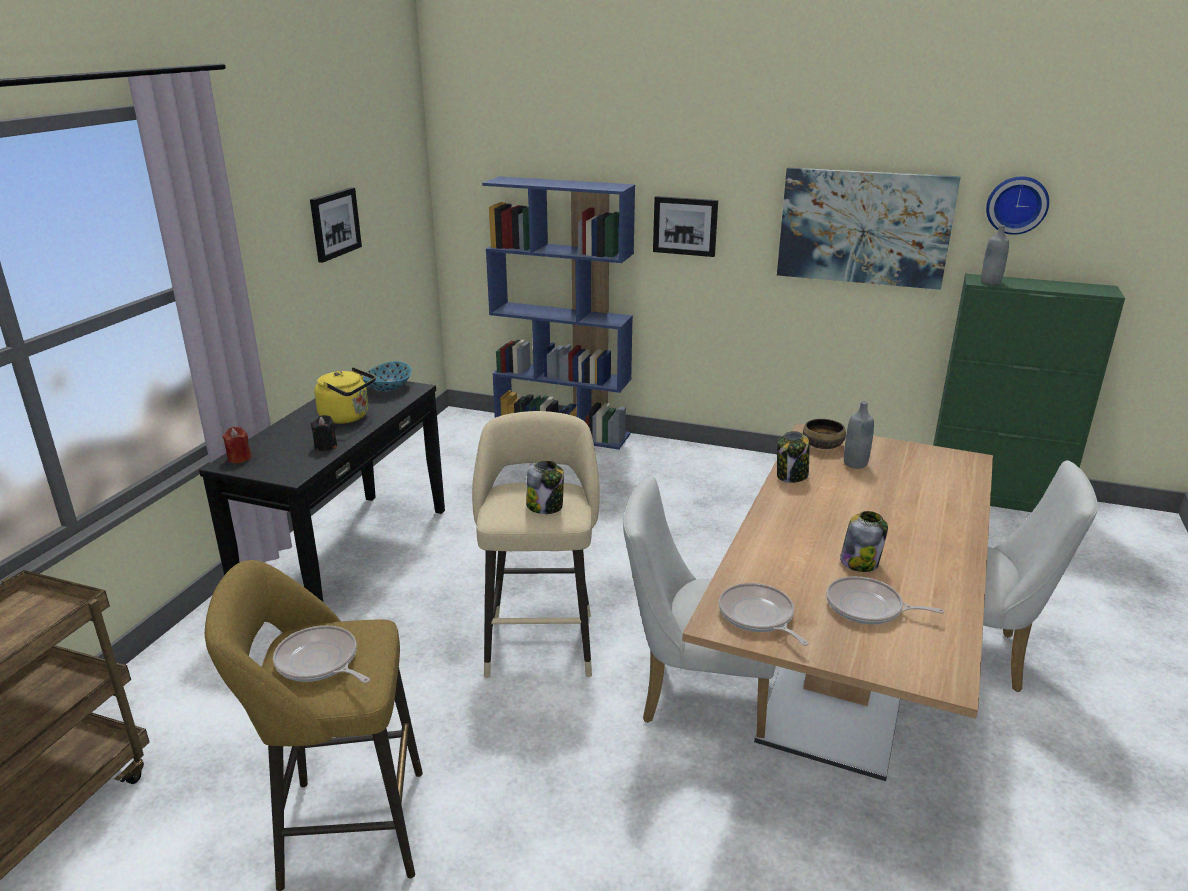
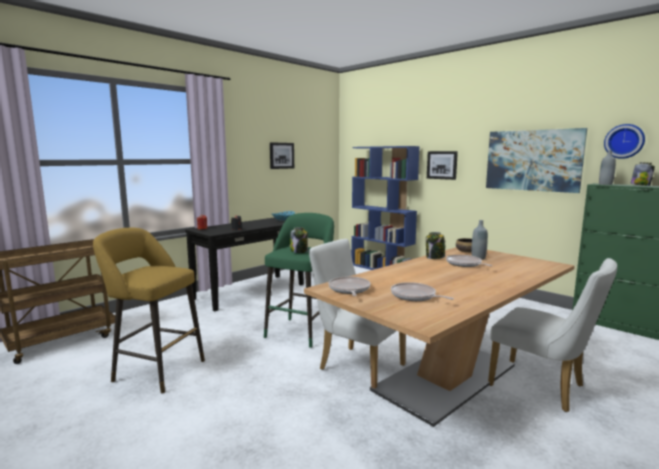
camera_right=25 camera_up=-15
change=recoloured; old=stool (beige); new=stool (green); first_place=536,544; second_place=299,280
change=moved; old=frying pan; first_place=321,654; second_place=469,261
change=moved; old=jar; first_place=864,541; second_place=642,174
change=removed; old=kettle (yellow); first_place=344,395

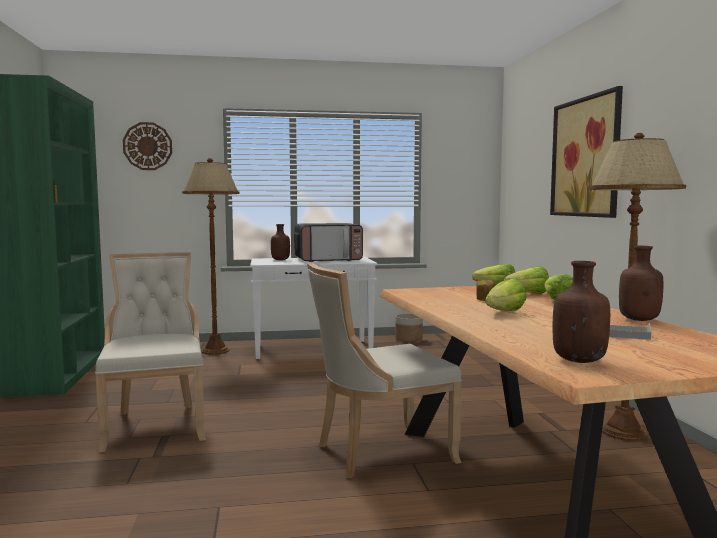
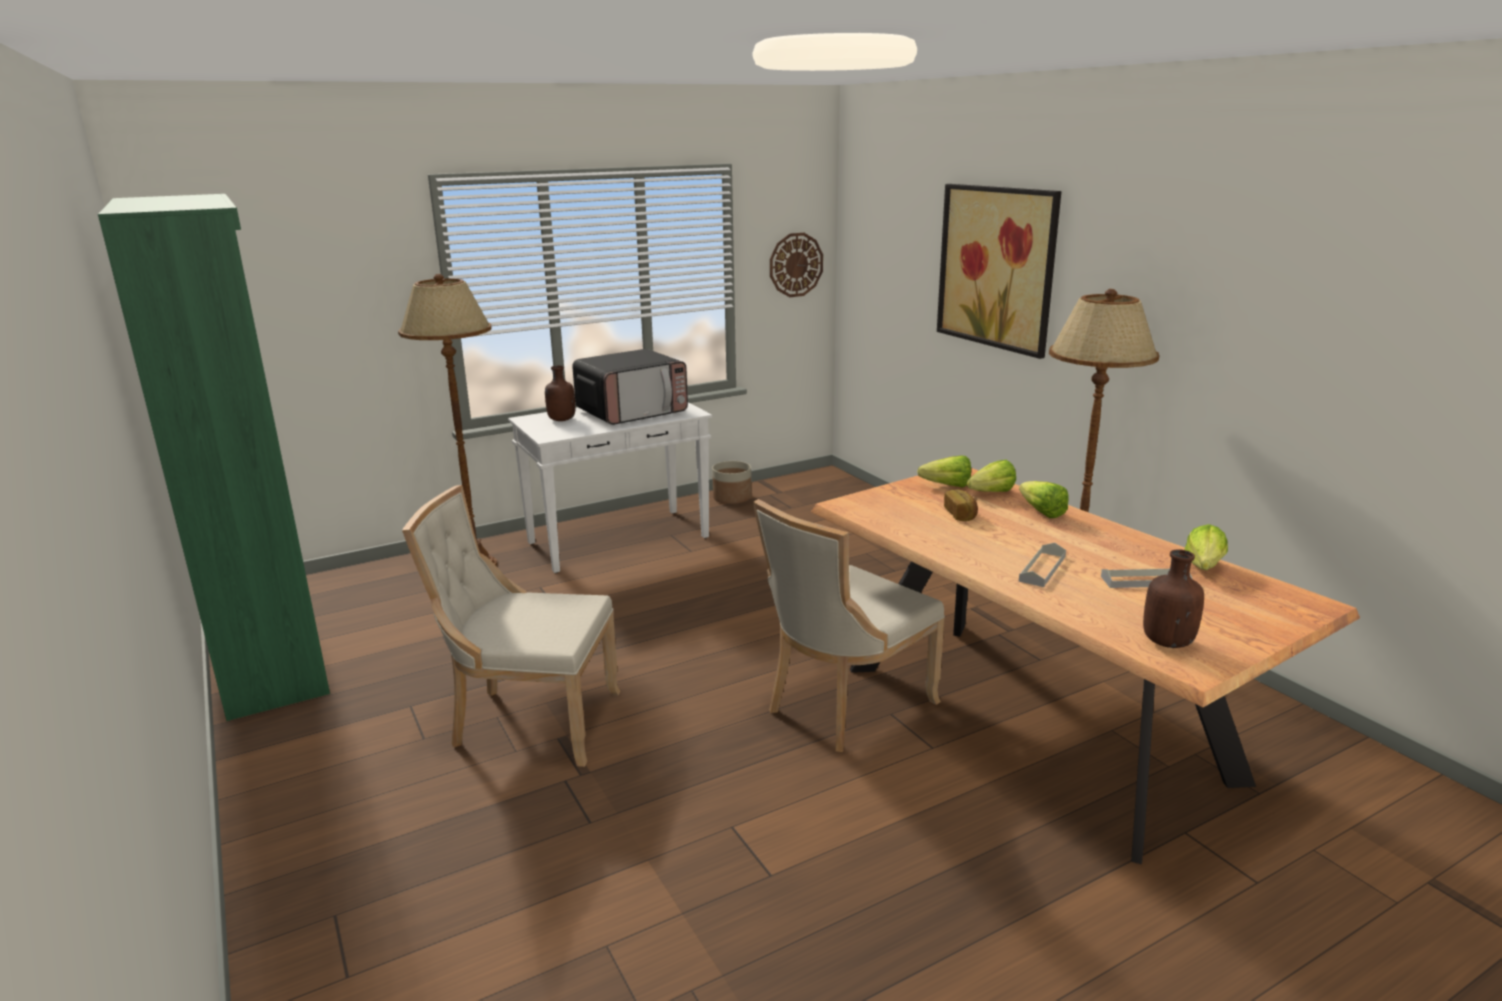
camera_right=-20 camera_up=15
change=turned; old=chair (beige); first_place=150,352; second_place=511,626; degrees=-45
change=moved; old=wall clock; first_place=147,146; second_place=796,265
change=added; new=tray (grey); second_place=1042,565
change=moved; old=lettuce; first_place=505,294; second_place=1206,547
change=removed; old=bottle (brown); first_place=641,283

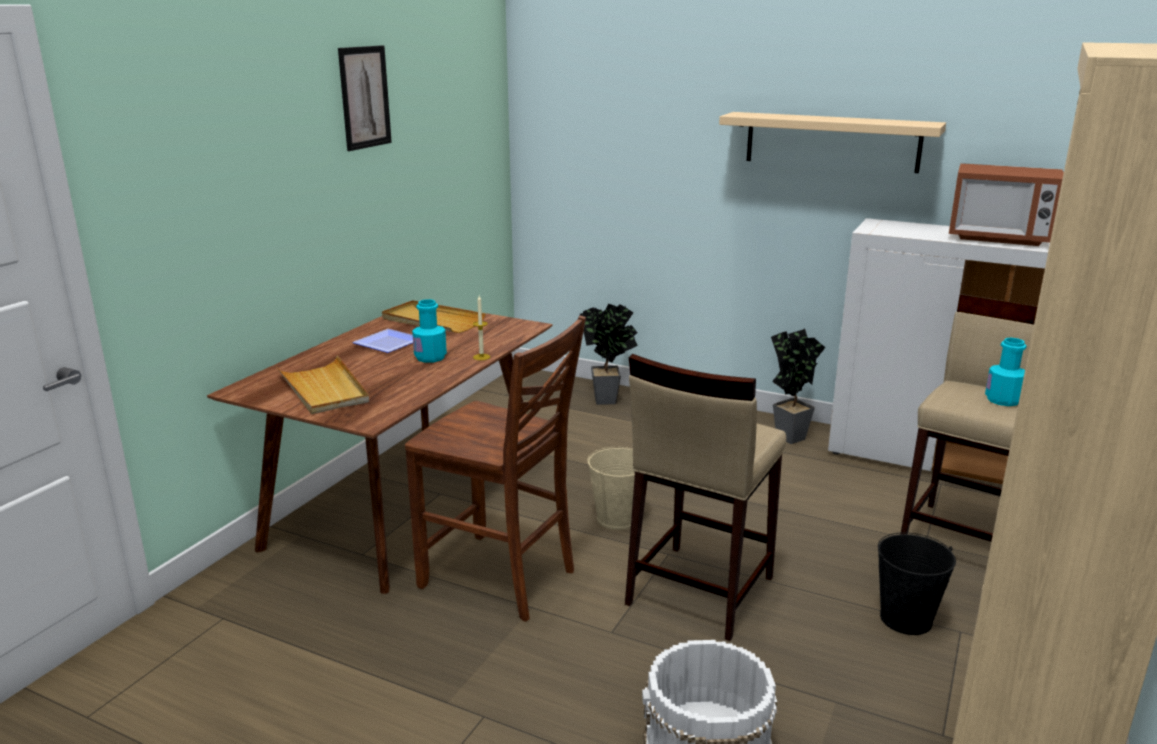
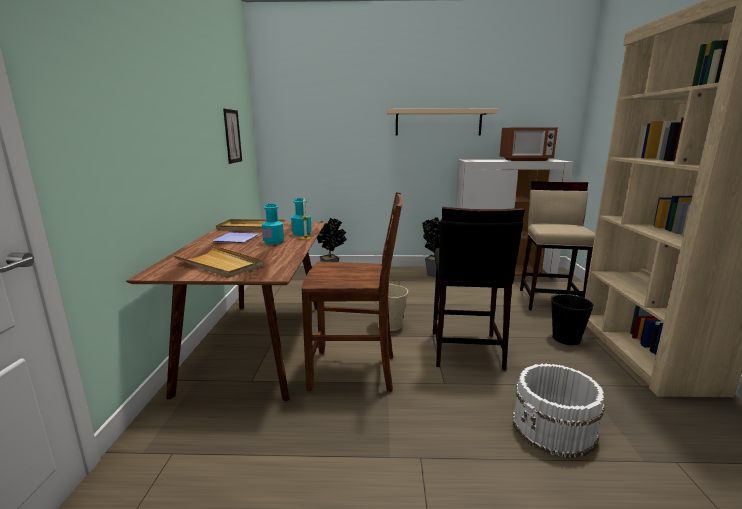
camera_right=-25 camera_up=-5
change=moved; old=picture; first_place=365,98; second_place=232,136
change=moved; old=bottle (turquoise); first_place=1006,372; second_place=301,217
change=recoloured; old=stool (beige); new=stool (black); first_place=705,497; second_place=479,288

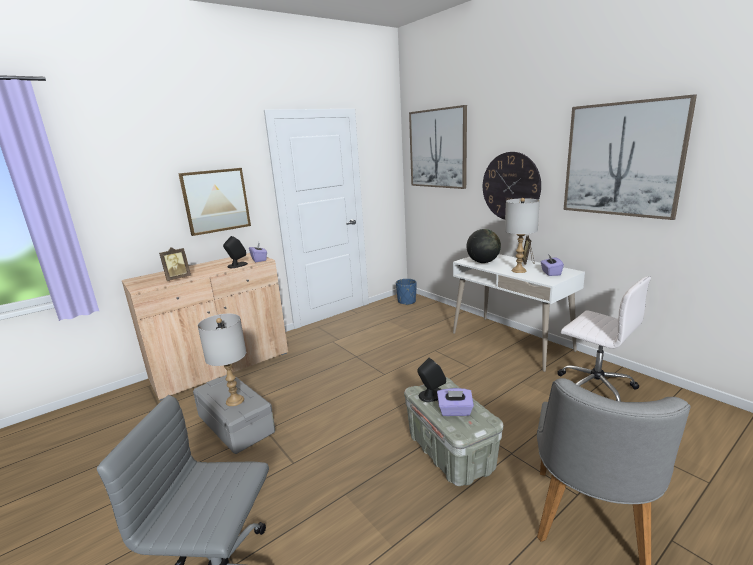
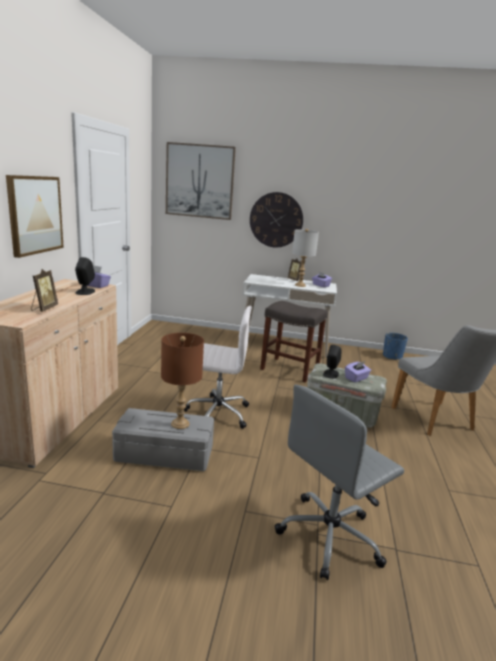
camera_right=-45 camera_up=0
change=recoloured; old=table lamp (grey); new=table lamp (brown); first_place=222,359; second_place=182,381
change=moved; old=office chair (white); first_place=604,339; second_place=218,367
change=added; new=stool (grey); second_place=294,341
change=moved; old=planter (blue); first_place=406,292; second_place=395,346
change=removed; old=globe; first_place=483,246
change=removed; old=picture; first_place=630,157

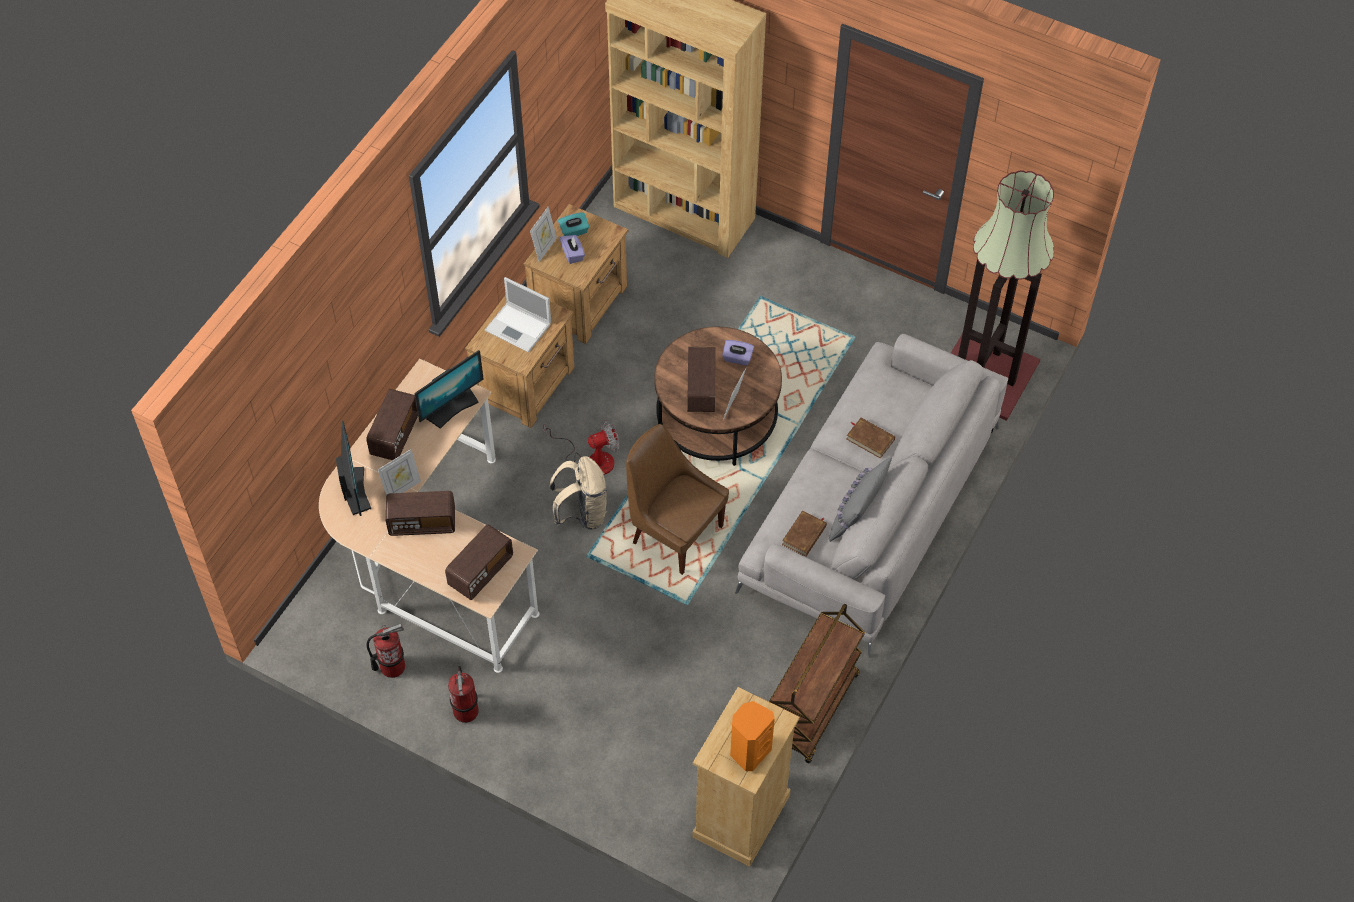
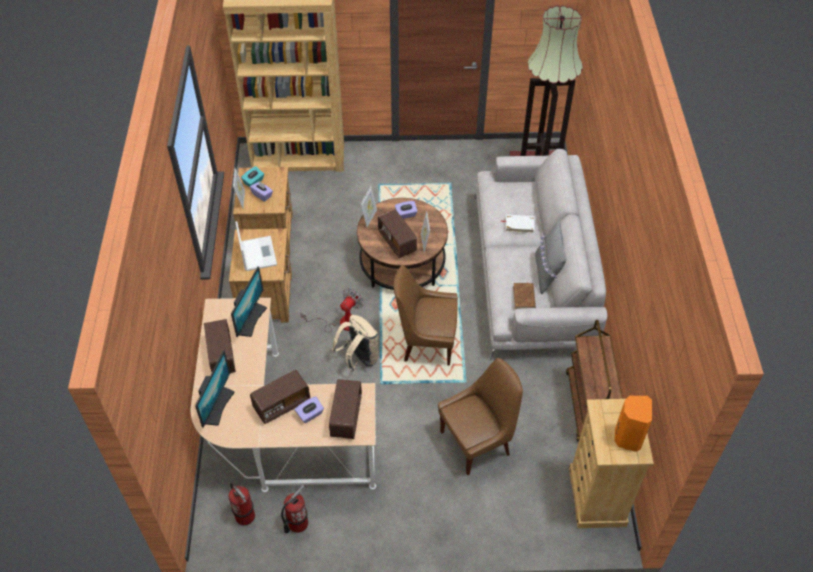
camera_right=-30 camera_up=-5
change=turned; old=monitor; first_place=353,468; second_place=215,389; degrees=60
change=moved; old=fire extinguisher; first_place=463,694; second_place=242,504
change=turned; old=laptop; first_place=518,314; second_place=256,246; degrees=-105
change=added; new=tissue box (purple); second_place=309,409
change=moved; old=picture frame; first_place=399,472; second_place=369,207
change=added; new=chair (brown); second_place=480,417
change=recoloured; old=book (brown); new=book (white); first_place=870,438; second_place=517,224

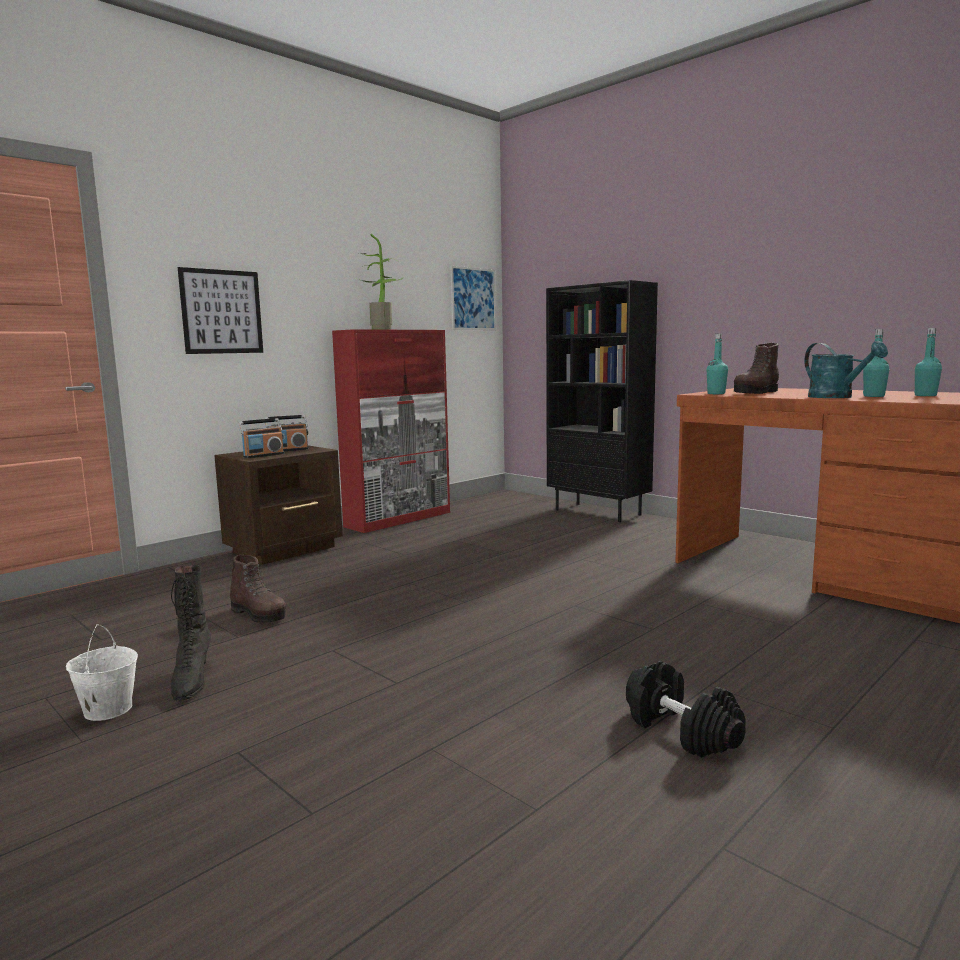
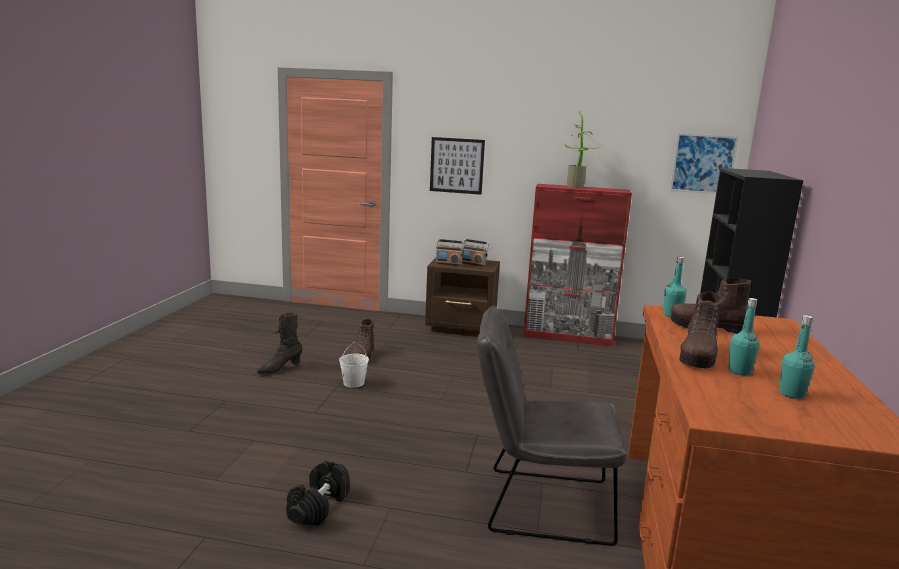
camera_right=55 camera_up=5
change=moved; old=bucket (white); first_place=102,672; second_place=354,365
change=added; new=chair (grey); second_place=552,425
change=replaced; old=watering can (turquoise); new=boot (brown); first_place=846,369; second_place=701,330

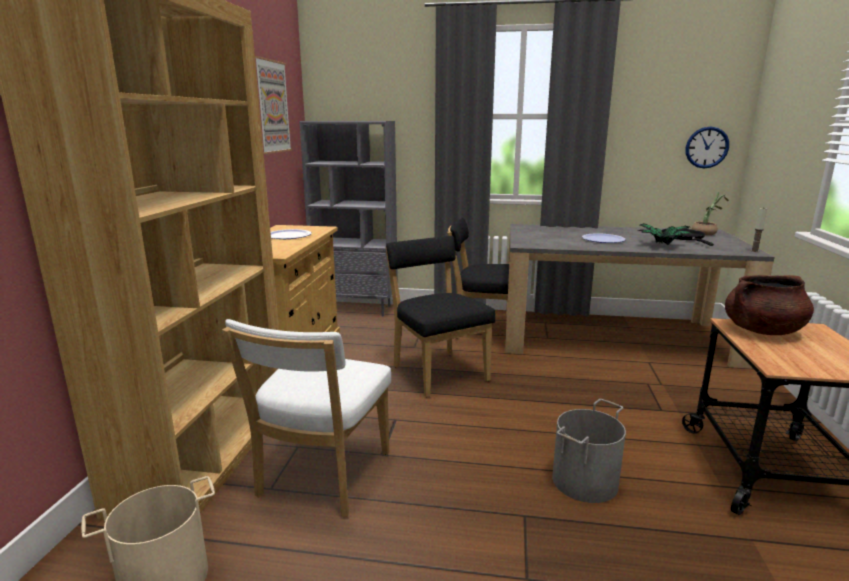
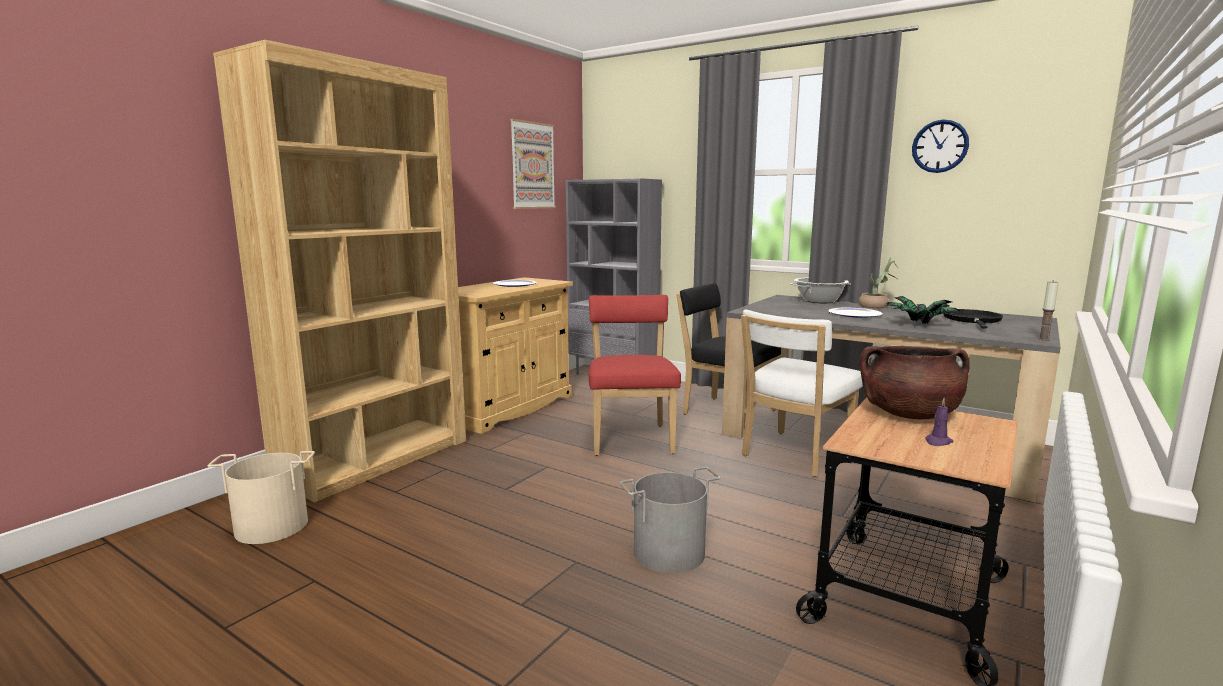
camera_right=25 camera_up=-5
change=recoloured; old=chair (black); new=chair (red); first_place=440,316; second_place=635,375
change=moved; old=chair (white); first_place=306,418; second_place=802,393
change=added; new=cooking pot; second_place=820,290
change=moved; old=potted plant; first_place=710,213; second_place=878,283
change=moved; old=wall clock; first_place=707,147; second_place=940,146
change=added; new=candle (purple); second_place=939,422

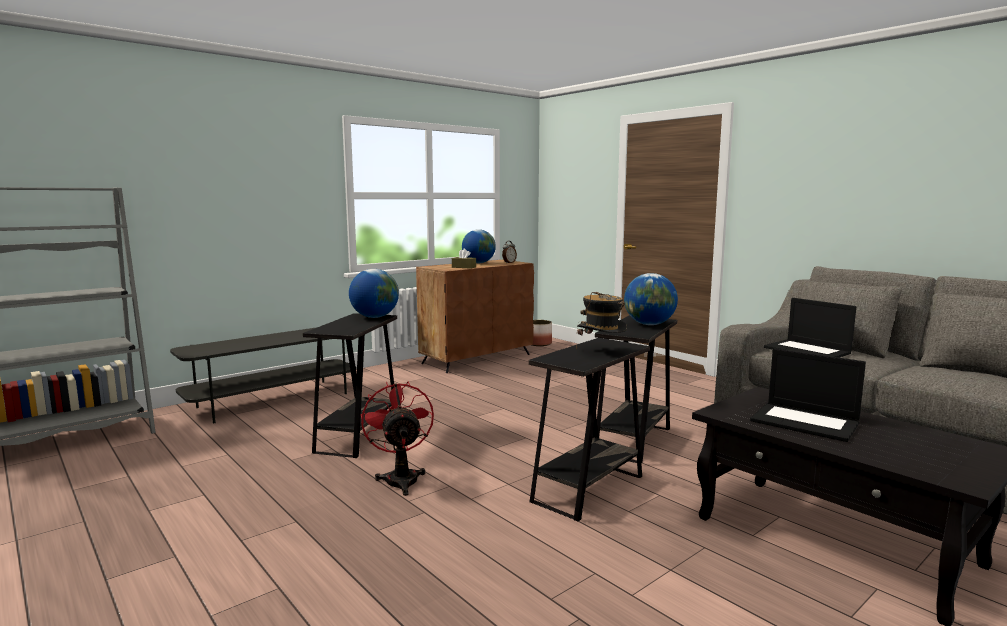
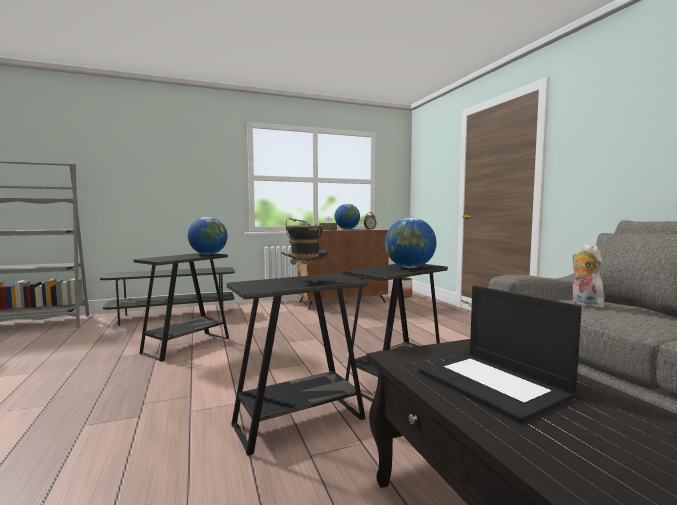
camera_right=20 camera_up=-5
change=replaced; old=laptop; new=plush toy; first_place=810,328; second_place=588,276
change=removed; old=fan (red); first_place=397,439

